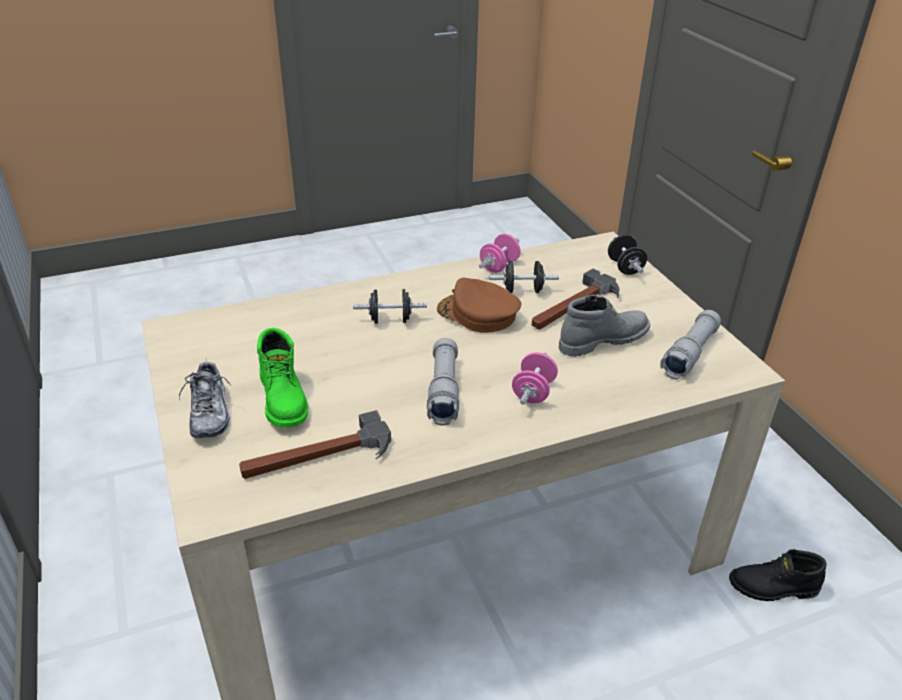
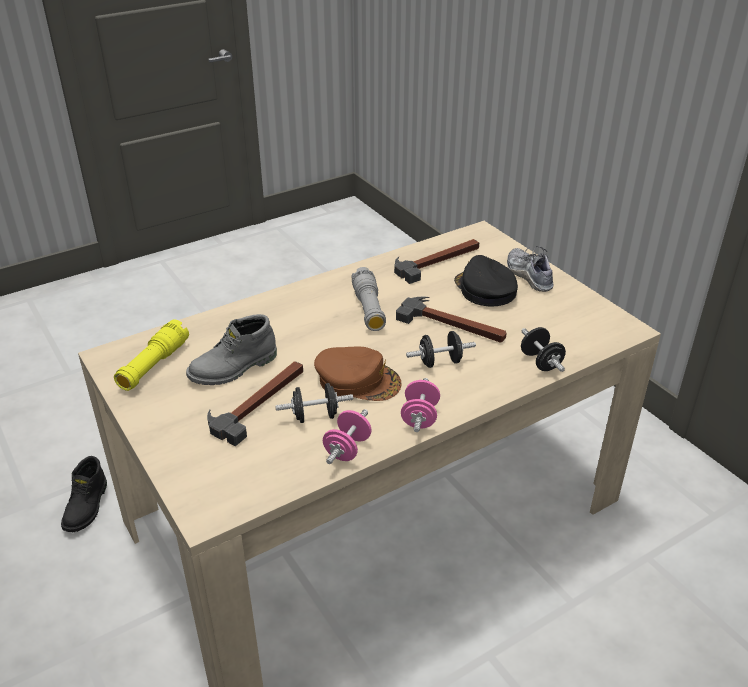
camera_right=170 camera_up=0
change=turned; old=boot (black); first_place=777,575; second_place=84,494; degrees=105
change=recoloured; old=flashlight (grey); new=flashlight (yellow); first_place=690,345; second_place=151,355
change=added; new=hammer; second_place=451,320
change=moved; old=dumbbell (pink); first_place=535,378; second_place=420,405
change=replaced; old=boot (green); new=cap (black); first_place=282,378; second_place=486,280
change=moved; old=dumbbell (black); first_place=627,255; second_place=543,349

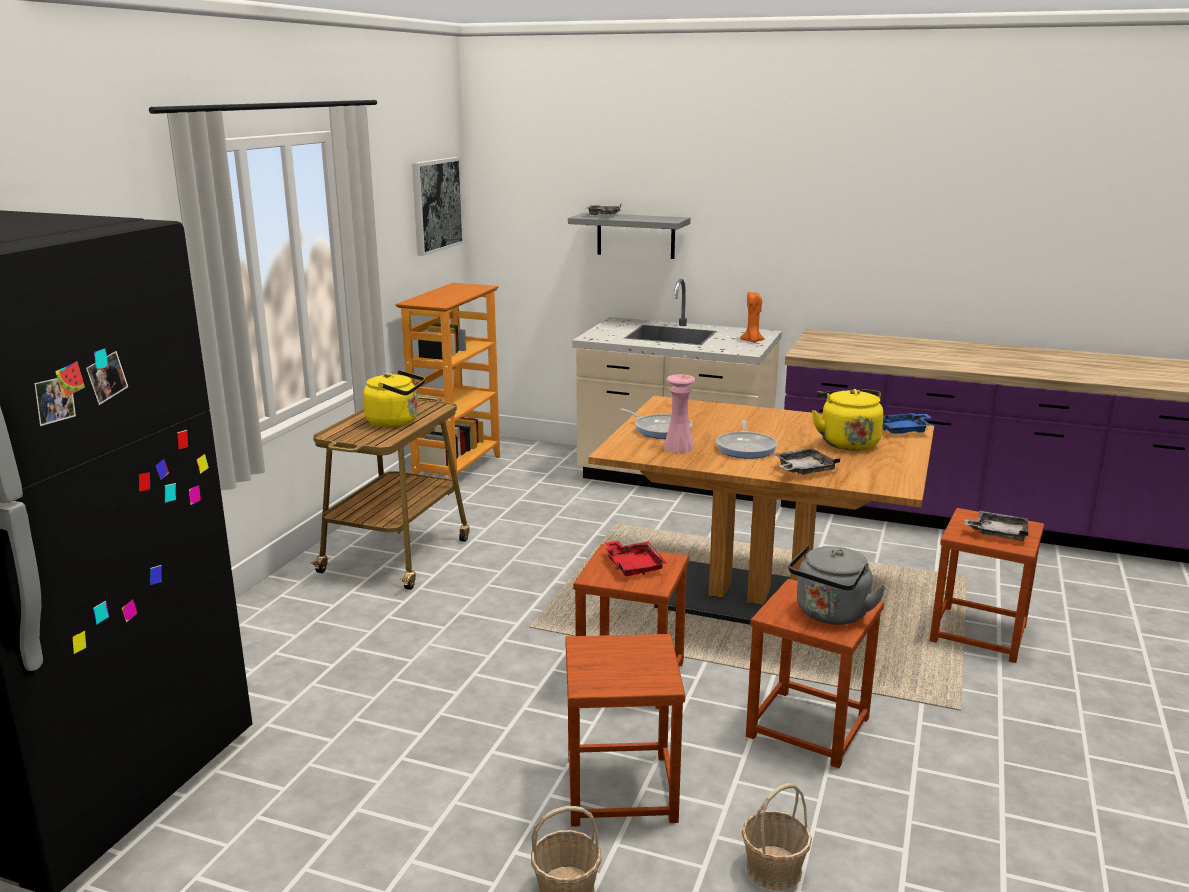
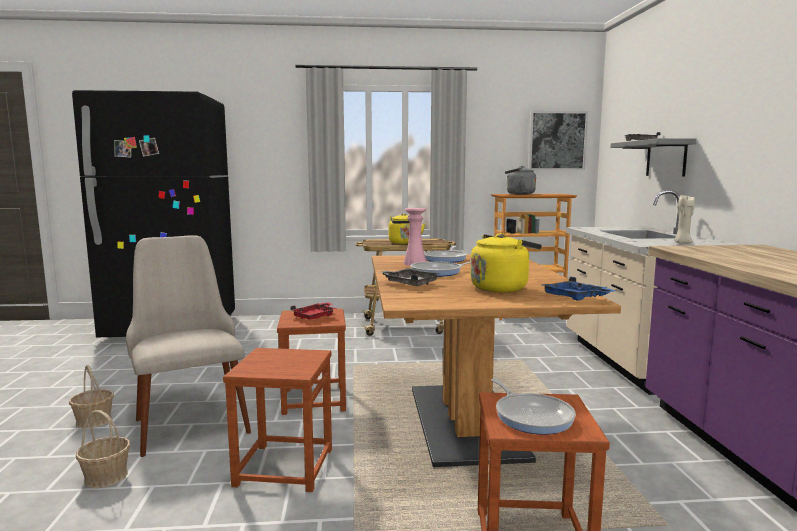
camera_right=65 camera_up=-10
change=replaced; old=stool (brown); new=chair (beige); first_place=625,730; second_place=188,346
change=replaced; old=tray (grey); new=frying pan; first_place=996,526; second_place=533,406
change=moved; old=kettle (grey); first_place=837,585; second_place=520,180
change=recoloured; old=candle (orange); new=candle (beige); first_place=752,317; second_place=684,219

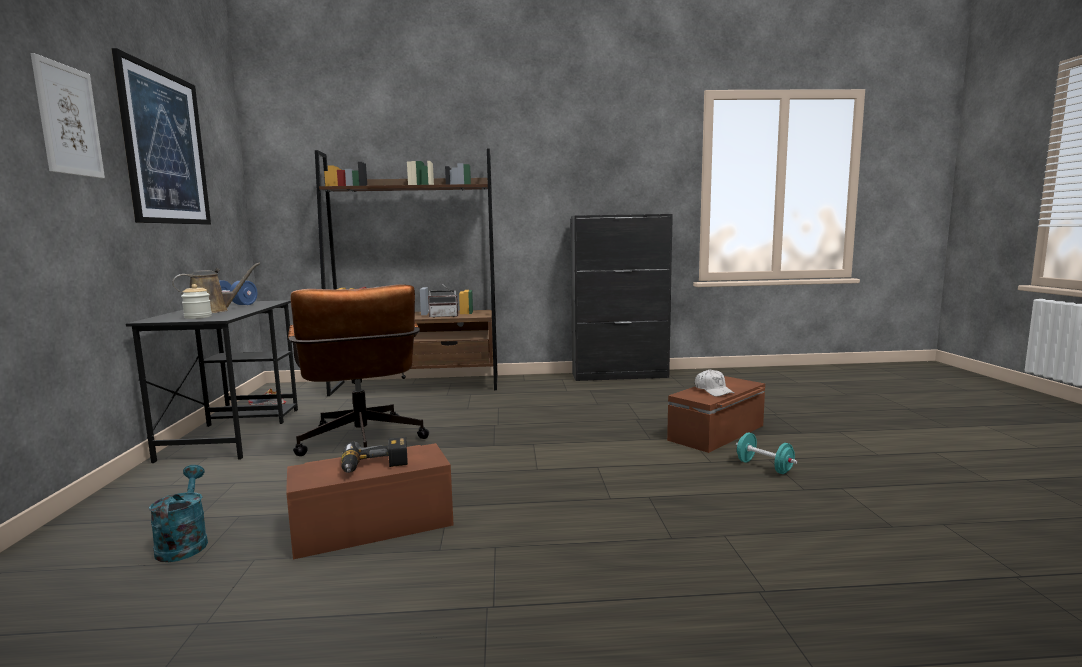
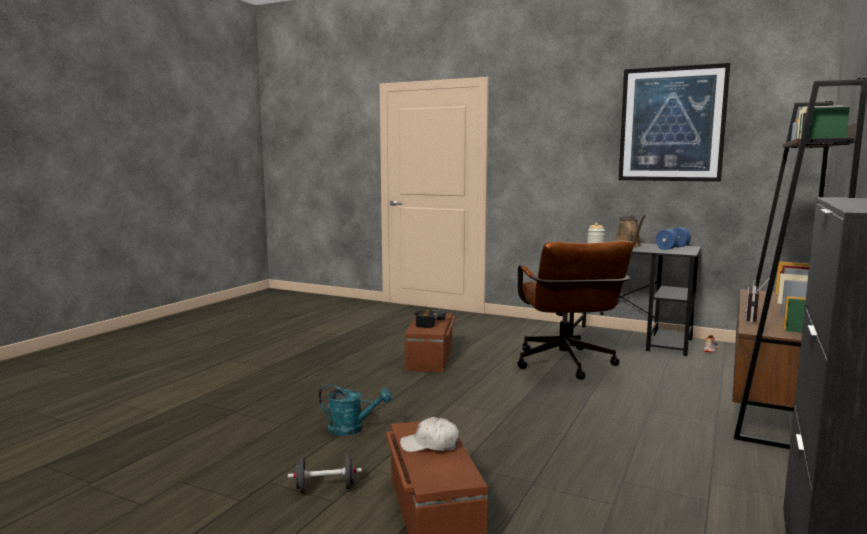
camera_right=120 camera_up=0
change=recoloured; old=dumbbell (turquoise); new=dumbbell (black); first_place=766,453; second_place=325,473
change=moved; old=watering can (turquoise); first_place=178,513; second_place=355,409
change=turned; old=office chair (brown); first_place=358,370; second_place=575,310; degrees=-105
change=removed; old=picture; first_place=68,115

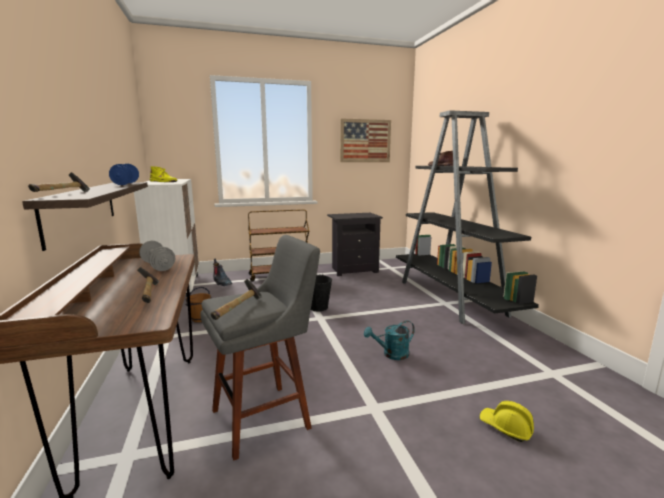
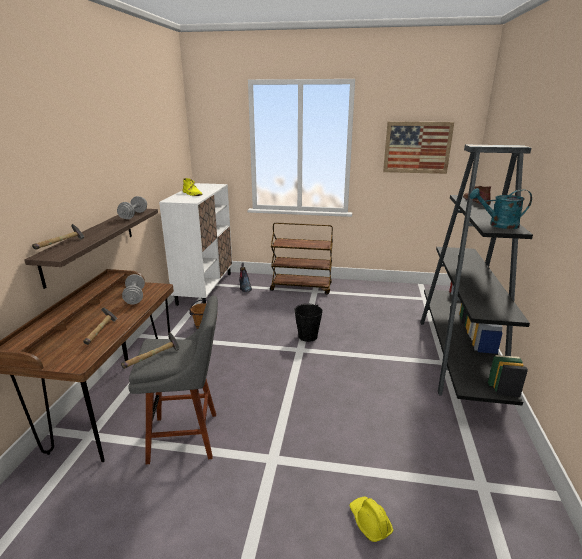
camera_right=25 camera_up=10
change=recoloured; old=dumbbell (blue); new=dumbbell (grey); first_place=124,174; second_place=132,207
change=moved; old=watering can (turquoise); first_place=389,340; second_place=501,208
change=removed; old=nightstand (black); first_place=355,244

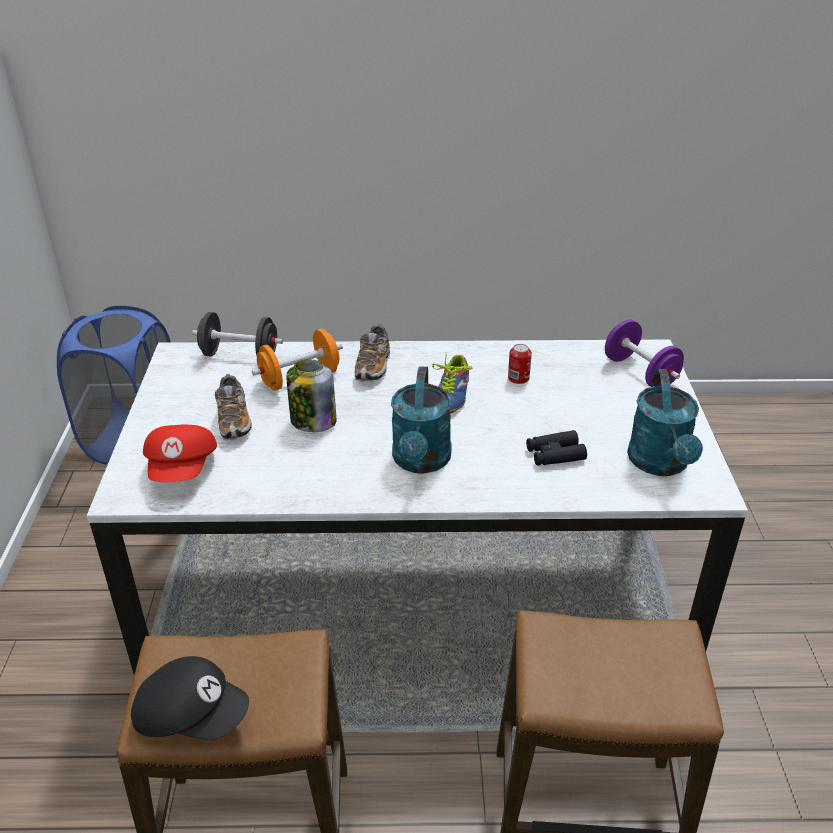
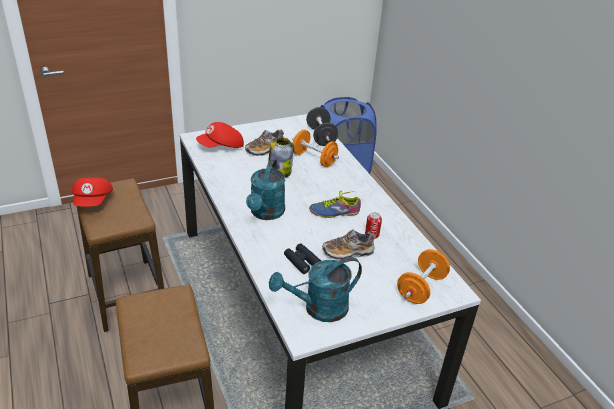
camera_right=65 camera_up=0
change=recoloured; old=cap (black); new=cap (red); first_place=190,698; second_place=92,192
change=turned; old=watering can (turquoise); first_place=421,419; second_place=265,189; degrees=-60
change=moved; old=shoe; first_place=372,352; second_place=349,244
change=recoloured; old=dumbbell (purple); new=dumbbell (orange); first_place=644,353; second_place=423,276

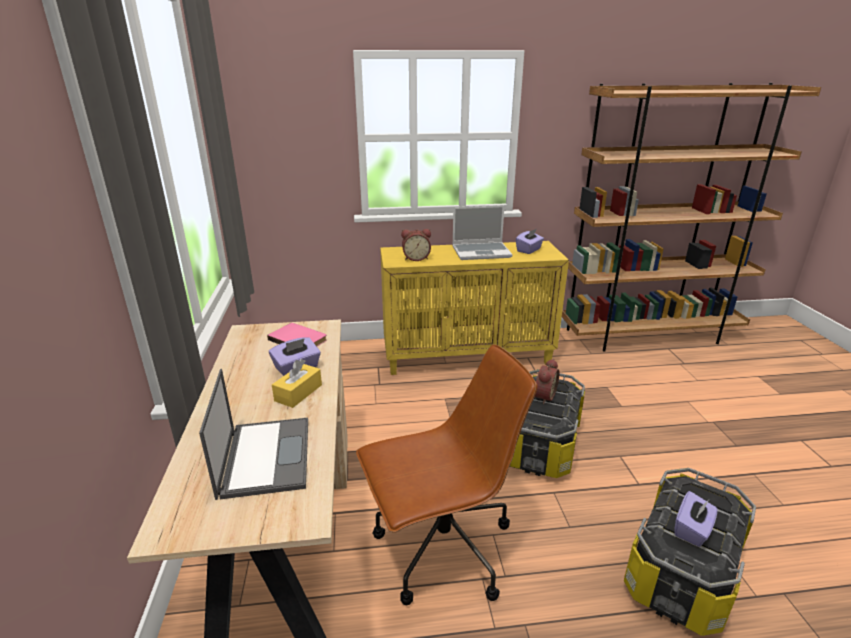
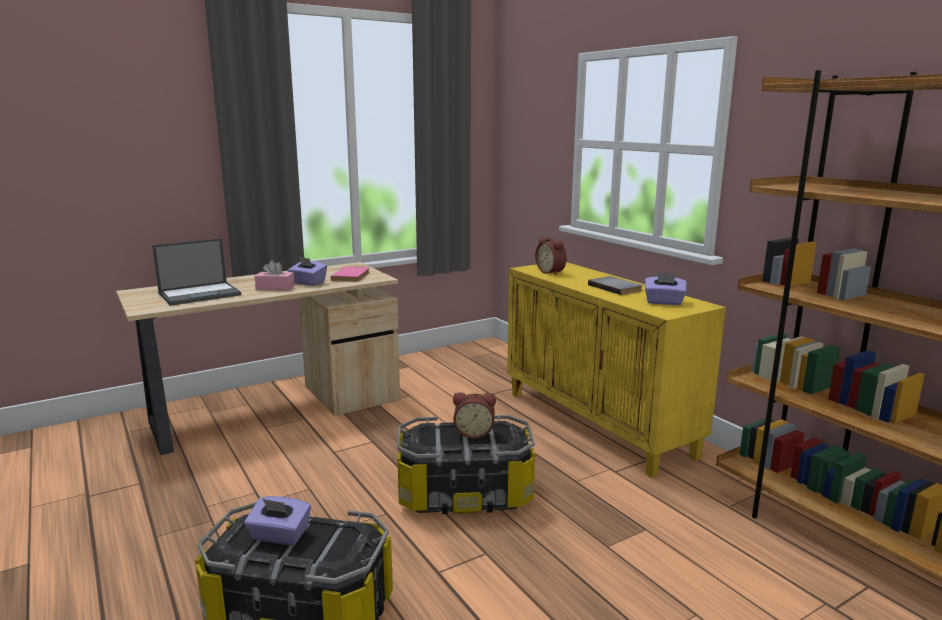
camera_right=65 camera_up=-10
change=recoloured; old=tissue box (yellow); new=tissue box (pink); first_place=297,383; second_place=275,275
change=replaced; old=laptop; new=book (grey); first_place=482,232; second_place=615,285
change=removed; old=office chair (brown); first_place=446,475

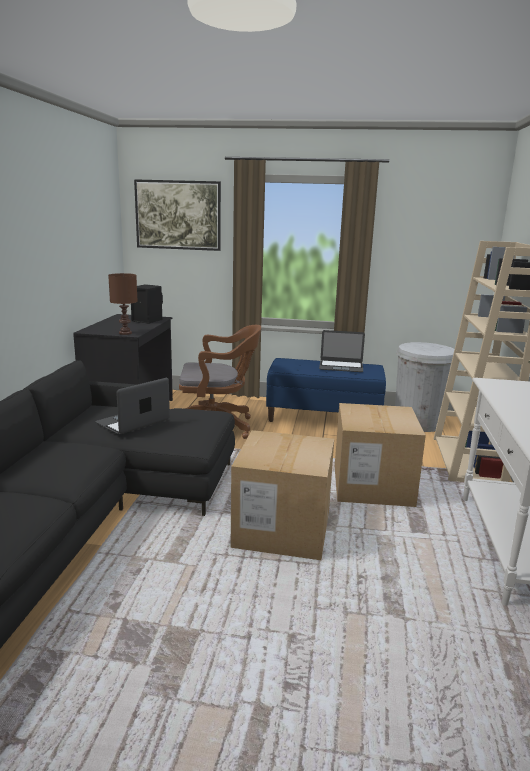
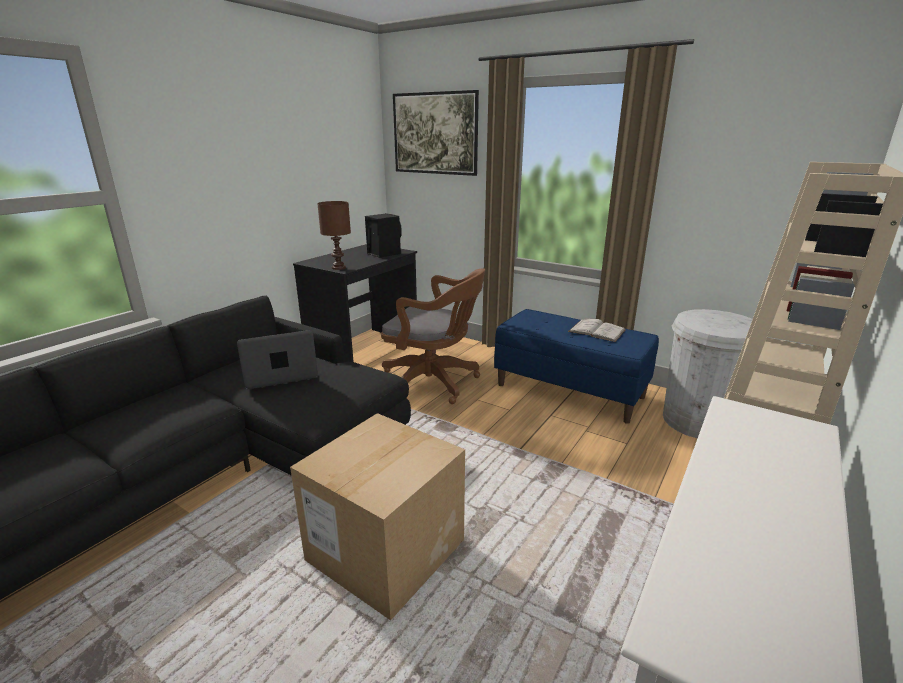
camera_right=25 camera_up=5
change=replaced; old=laptop; new=book (white); first_place=342,351; second_place=596,330
change=removed; old=cardboard box; first_place=380,455

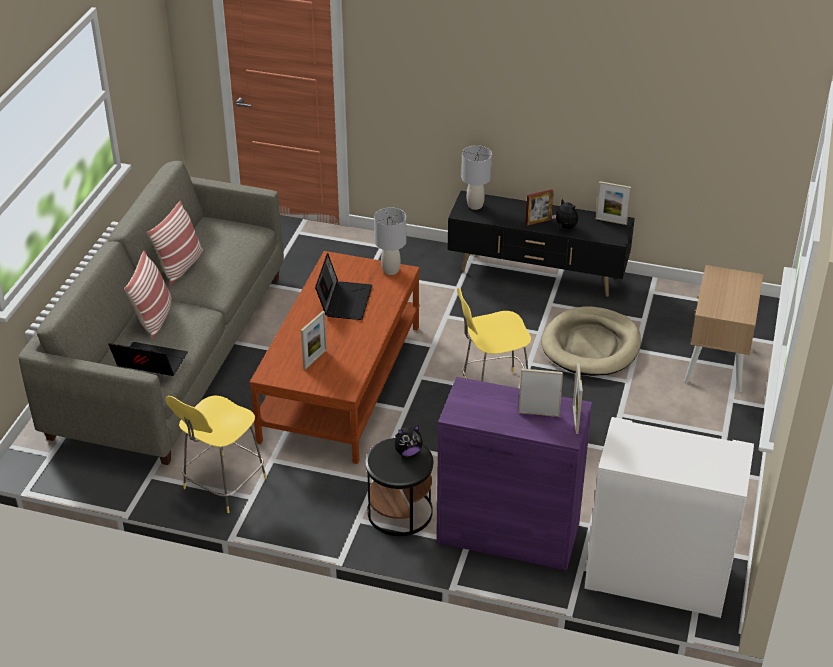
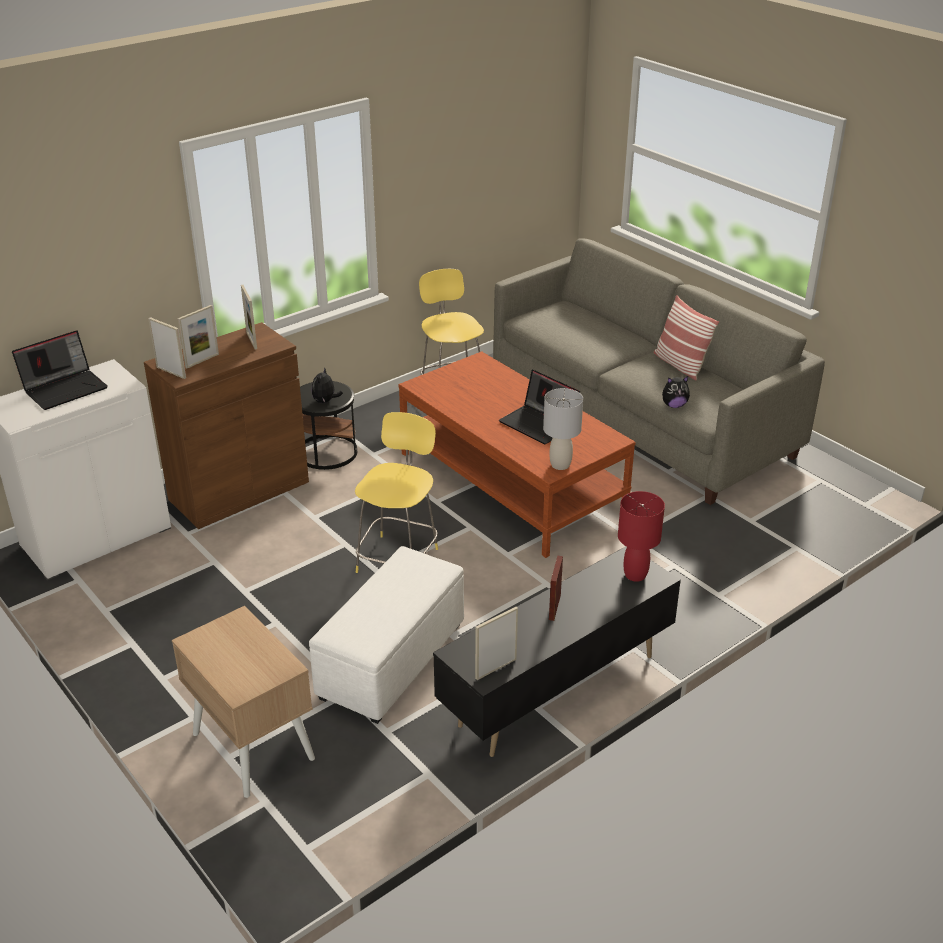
camera_right=125 camera_up=-5
change=moved; old=laptop; first_place=148,359; second_place=60,370
change=recoloured; old=cabinet (purple); new=cabinet (brown); first_place=514,474; second_place=226,425
change=moved; old=picture frame; first_place=314,340; second_place=249,317
change=replaced; old=dog bed (beige); new=ottoman (white); first_place=591,341; second_place=386,635
change=recoloured; old=table lamp (grey); new=table lamp (red); first_place=476,177; second_place=641,536
change=moved; old=plush toy; first_place=565,214; second_place=676,392
change=removed; old=pillow; first_place=148,295

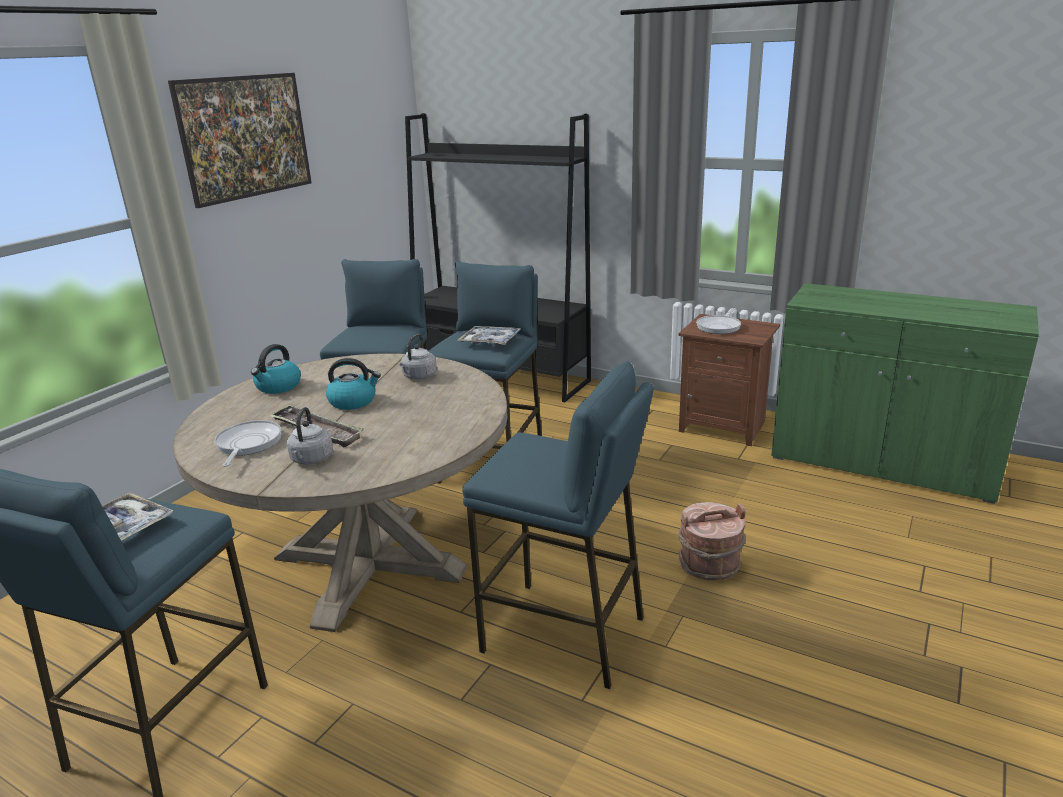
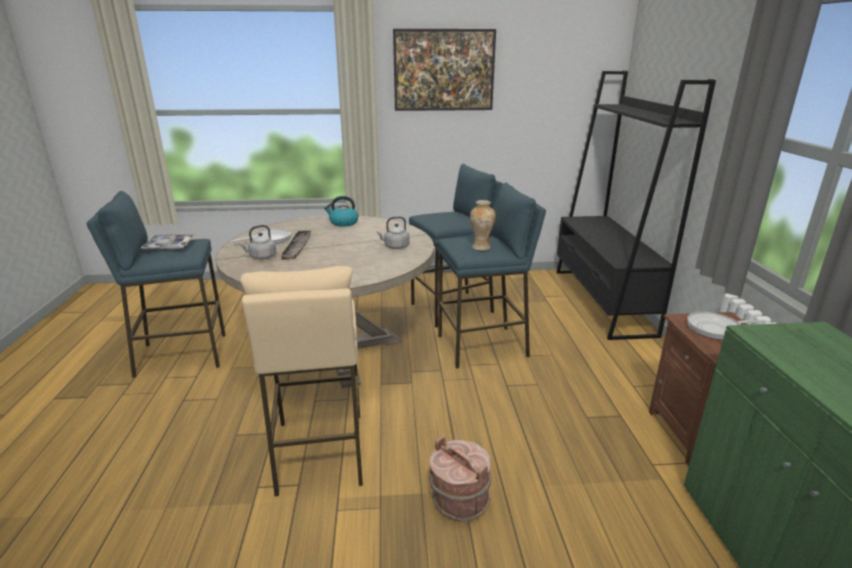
camera_right=55 camera_up=0
change=recoloured; old=stool (blue); new=stool (beige); first_place=558,525; second_place=301,381
change=replaced; old=tray; new=vase; first_place=489,336; second_place=483,225
change=removed; old=kettle; first_place=353,384

